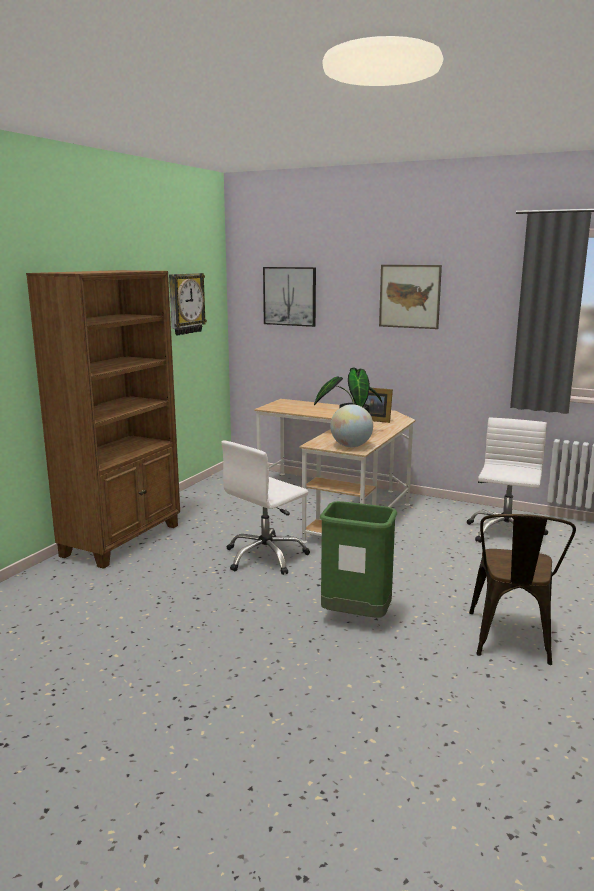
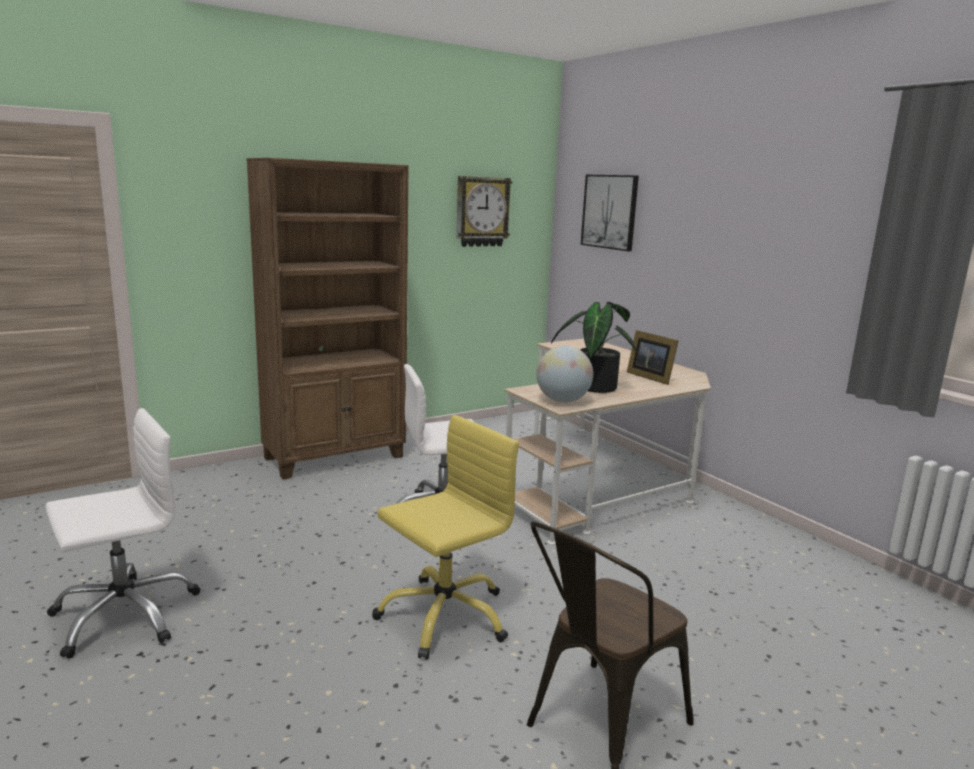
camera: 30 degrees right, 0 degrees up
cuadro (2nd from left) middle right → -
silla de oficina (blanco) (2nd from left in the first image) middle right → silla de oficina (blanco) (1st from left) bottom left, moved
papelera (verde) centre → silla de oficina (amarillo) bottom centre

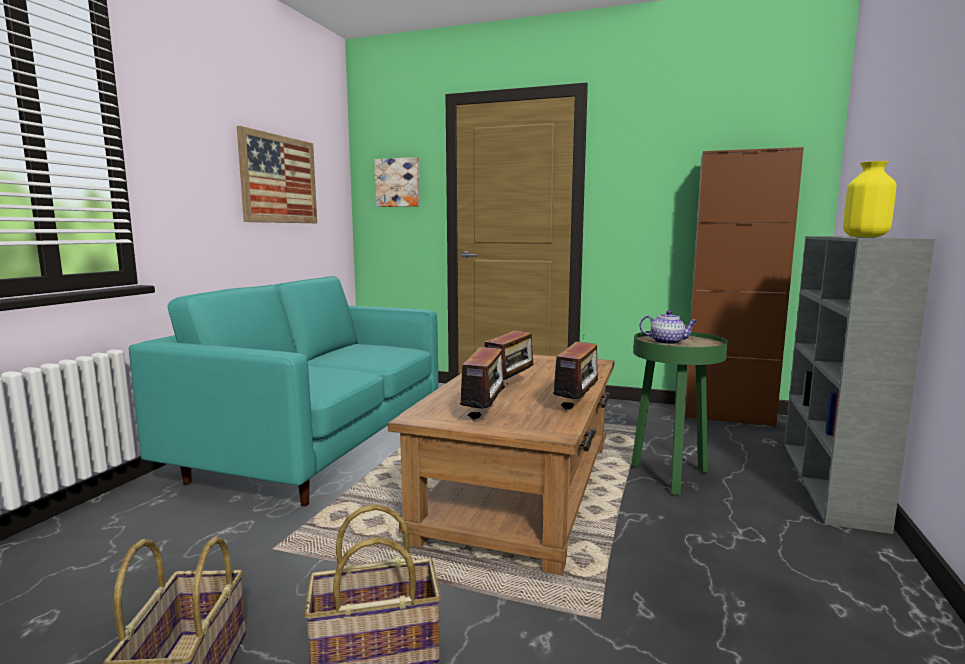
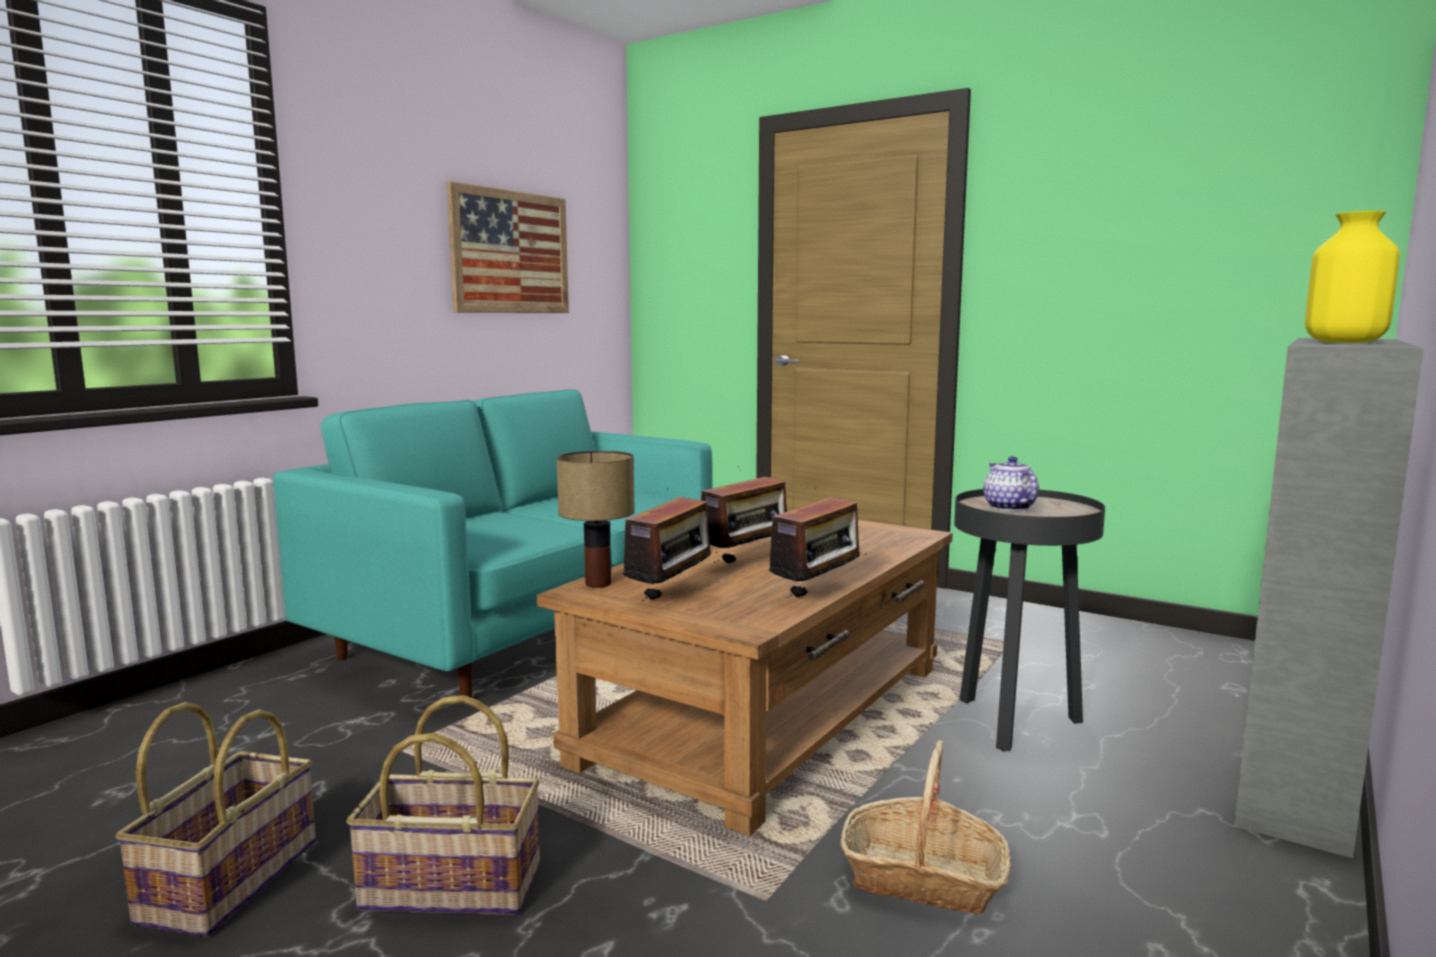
camera: 15 degrees right, 0 degrees up
cuadro (2nd from left) top centre → -
armario (marrón) middle right → -
- → lámpara de mesa centre
- → cesta (3rd from left) bottom centre
mesa auxiliar (verde) middle right → mesa auxiliar (negro) middle right
tetera middle right, 135 degrees counterclockwise

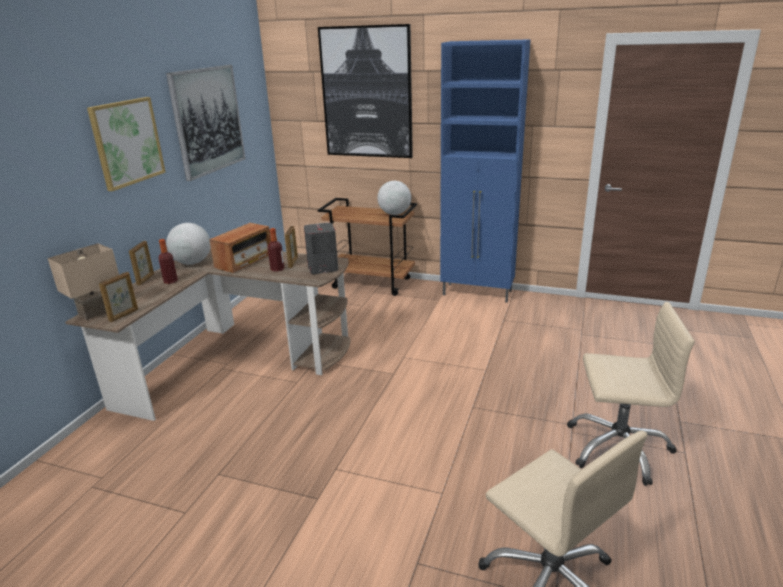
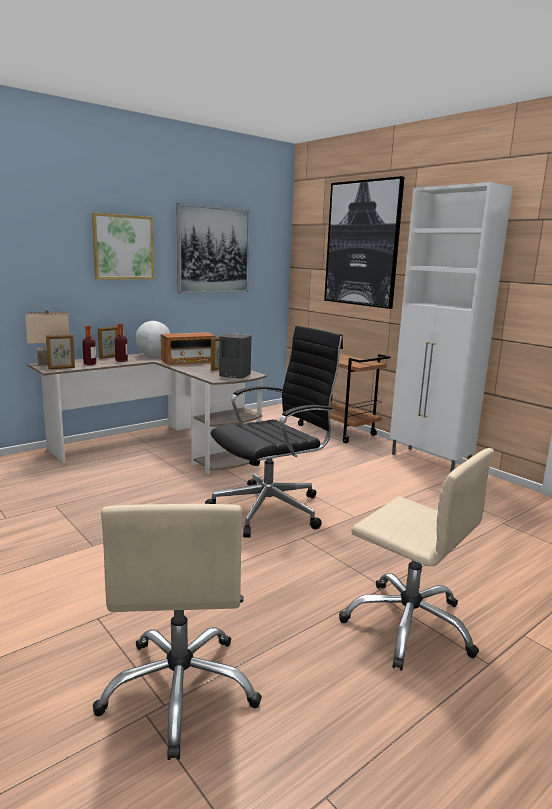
camera: 30 degrees right, 10 degrees down
globo terráqueo (2nd from left) centre → -
- → silla de oficina (negro) centre
botella (2nd from left in the first image) centre → botella (1st from left) middle left, moved
armario (azul) top centre → armario (blanco) middle right

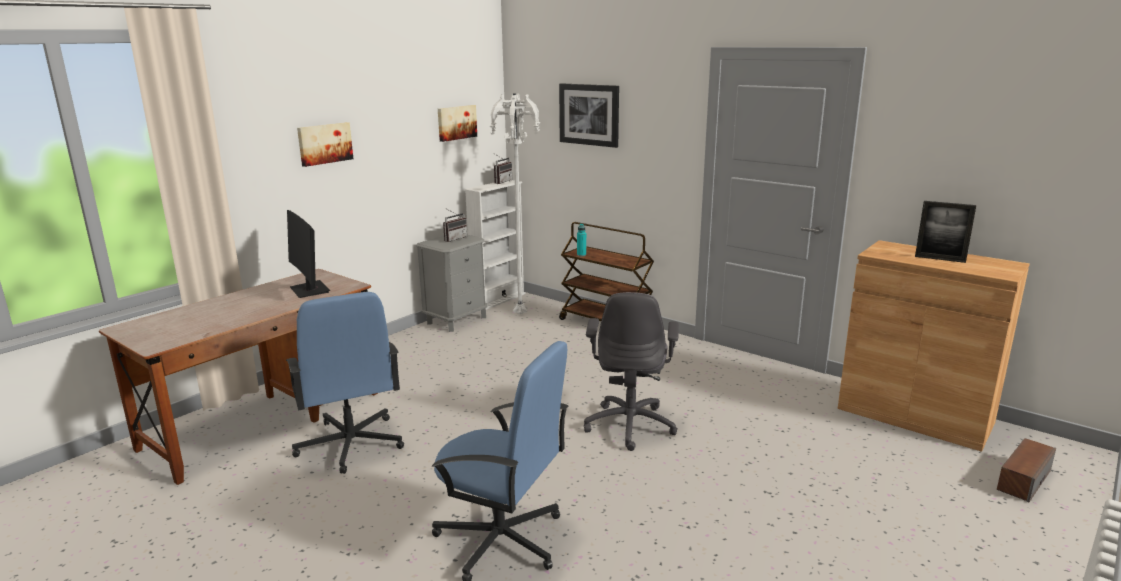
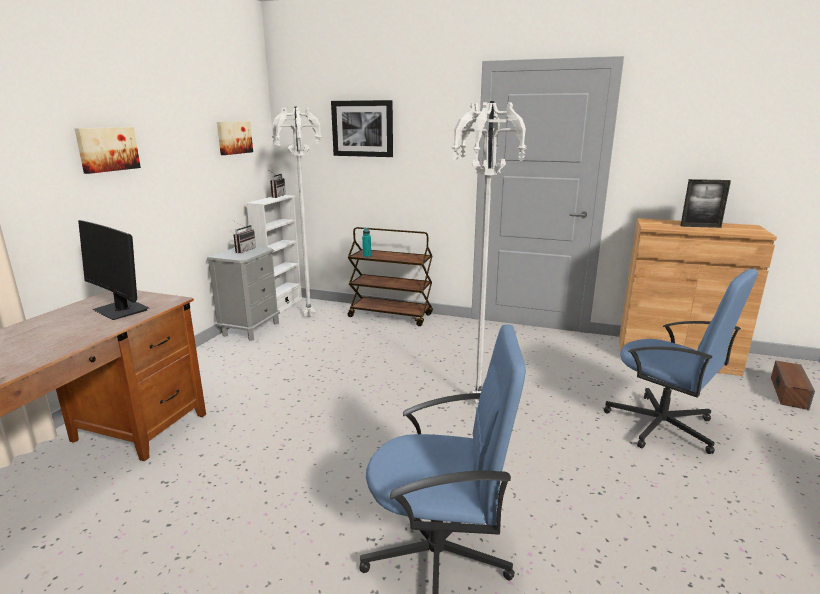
camera: 20 degrees left, 0 degrees up
silla de oficina (azul) (1st from left in the first image) middle left → silla de oficina (azul) (2nd from left) middle right, moved
silla de oficina (gris) centre → lámpara de pie (blanco) (2nd from left) centre

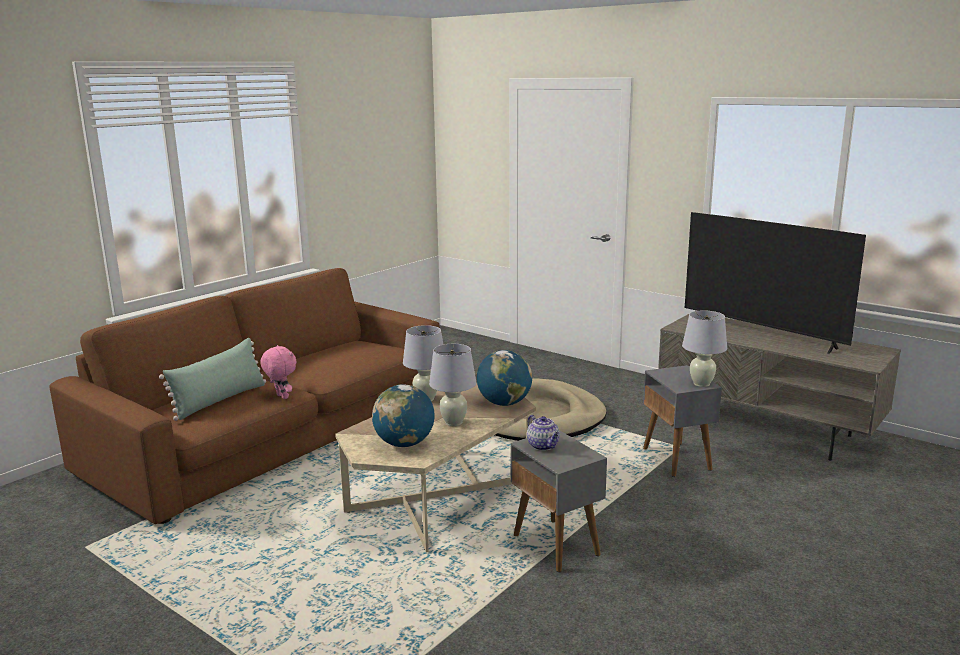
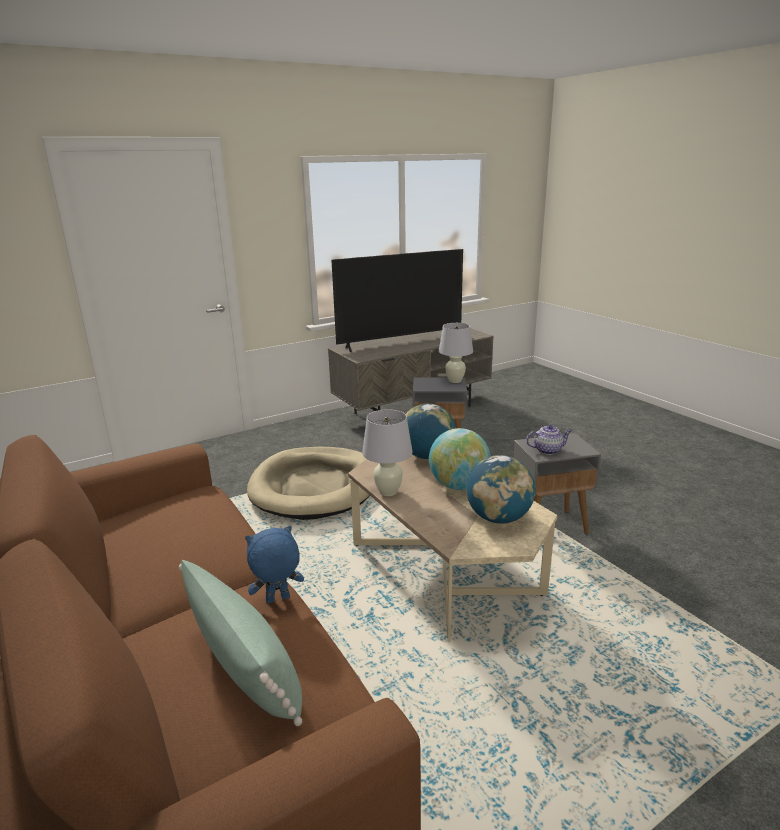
camera: 70 degrees left, 5 degrees up
lámpara de mesa (blanco) (2nd from left) centre → globo terráqueo (2nd from left) centre
peluche (rosa) middle left → peluche (azul) bottom centre

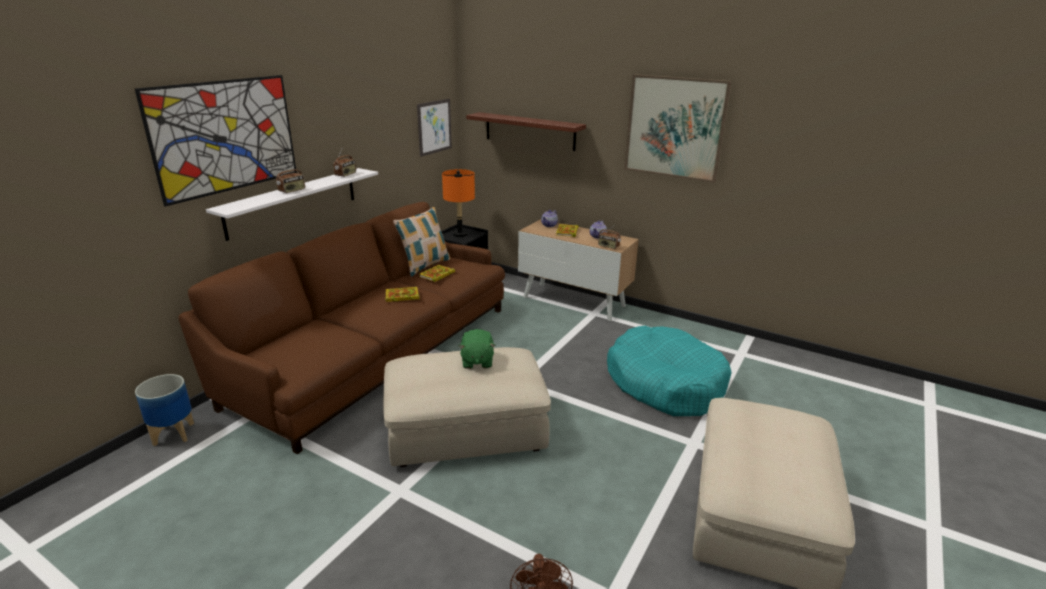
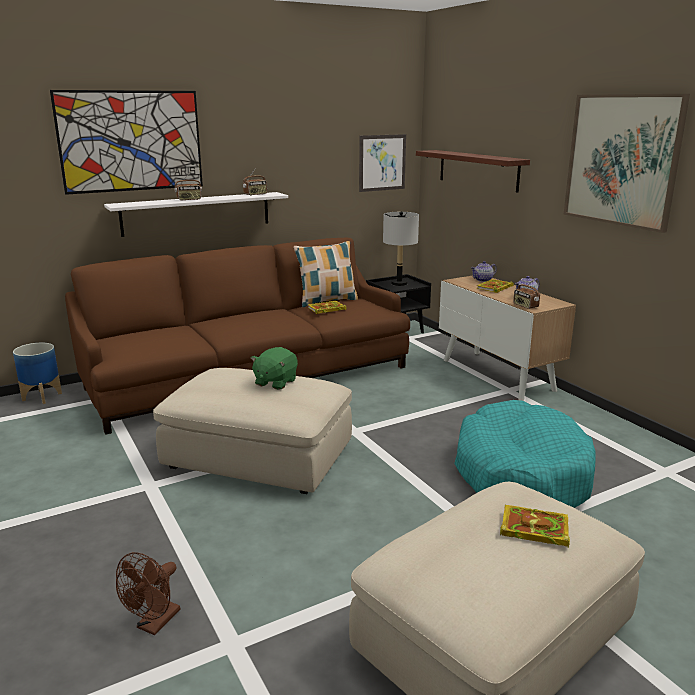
camera: 30 degrees right, 5 degrees down
libro (1st from left in the first image) centre → libro (3rd from left) bottom right, moved
lámpara de mesa (naranja) centre → lámpara de mesa (gris) centre

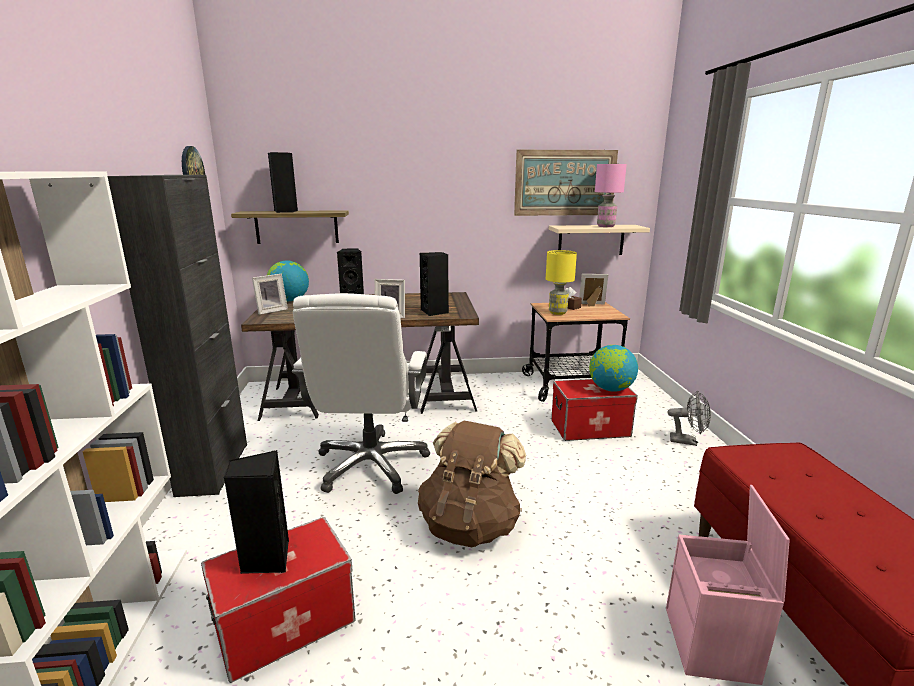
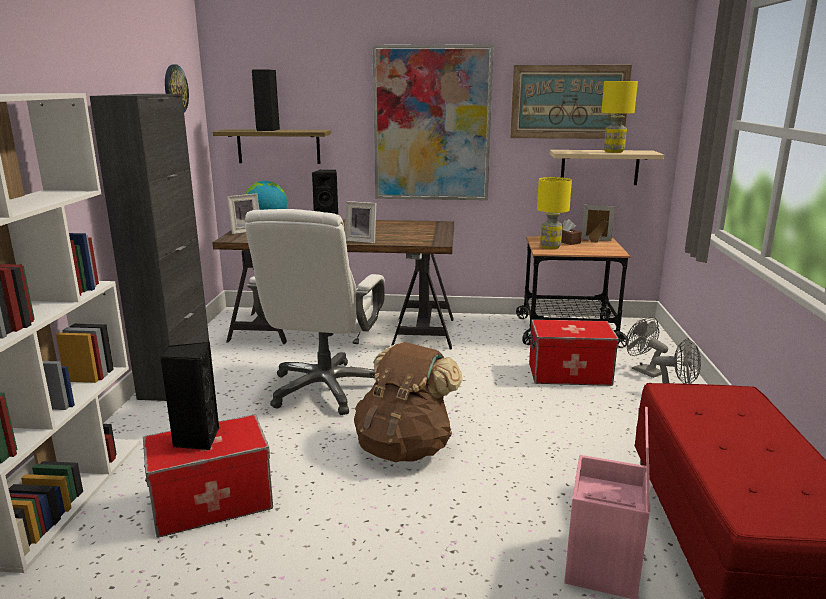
camera: 10 degrees right, 0 degrees up
altavoz (negro) (4th from left) centre → -
globo terráqueo (2nd from left) middle right → -
- → cuadro (1st from left) top centre
- → ventilador (gris) (1st from left) middle right
lámpara de mesa (rosa) top right → lámpara de mesa (amarillo) (2nd from left) top right

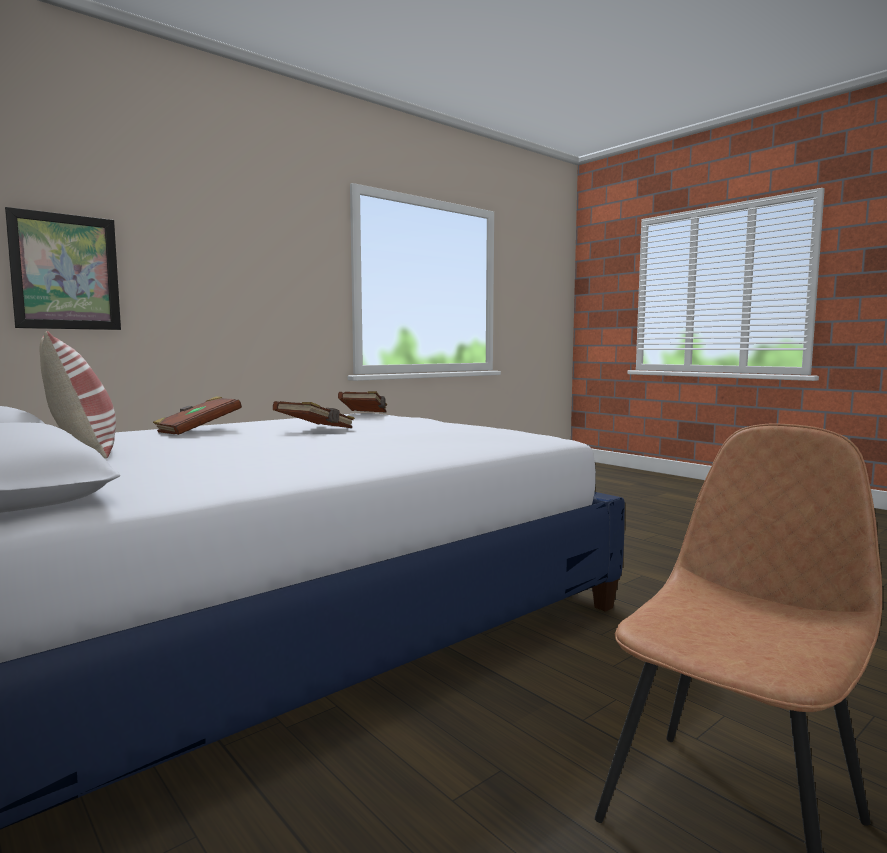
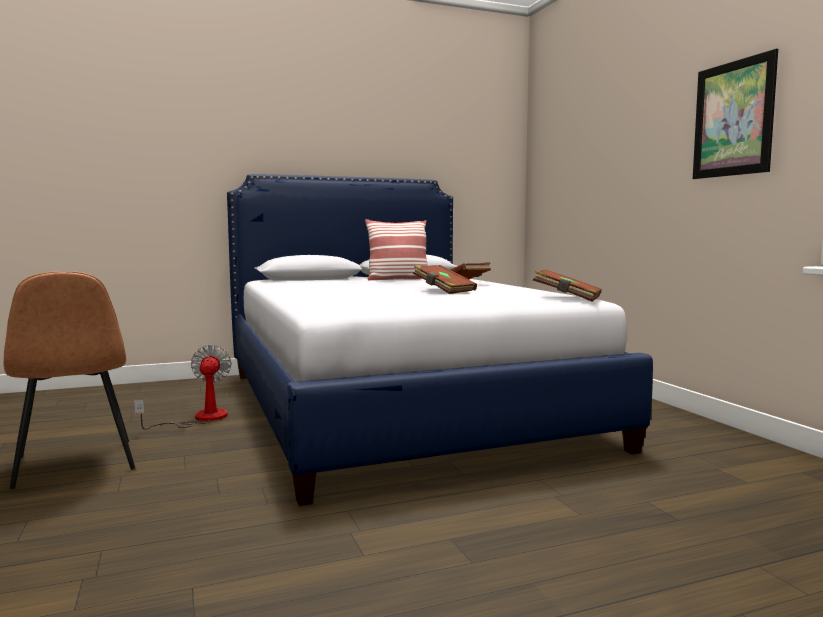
camera: 110 degrees right, 0 degrees up
- → ventilador middle left
cuadro top left → cuadro top right, moved

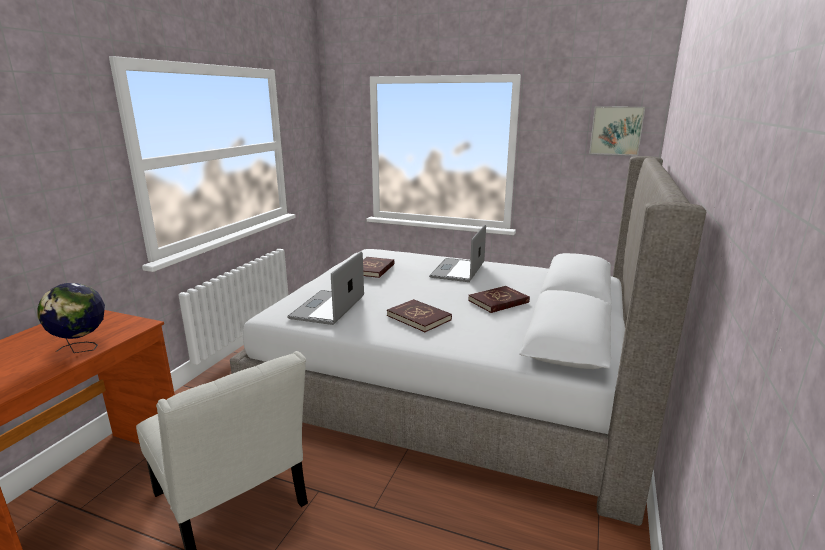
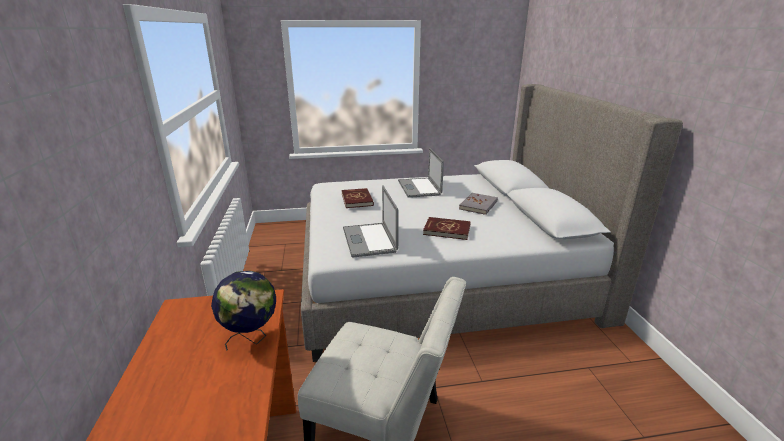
camera: 30 degrees left, 5 degrees up
cuadro top right → -
libro (rojo) (3rd from left) centre → libro (gris) centre

